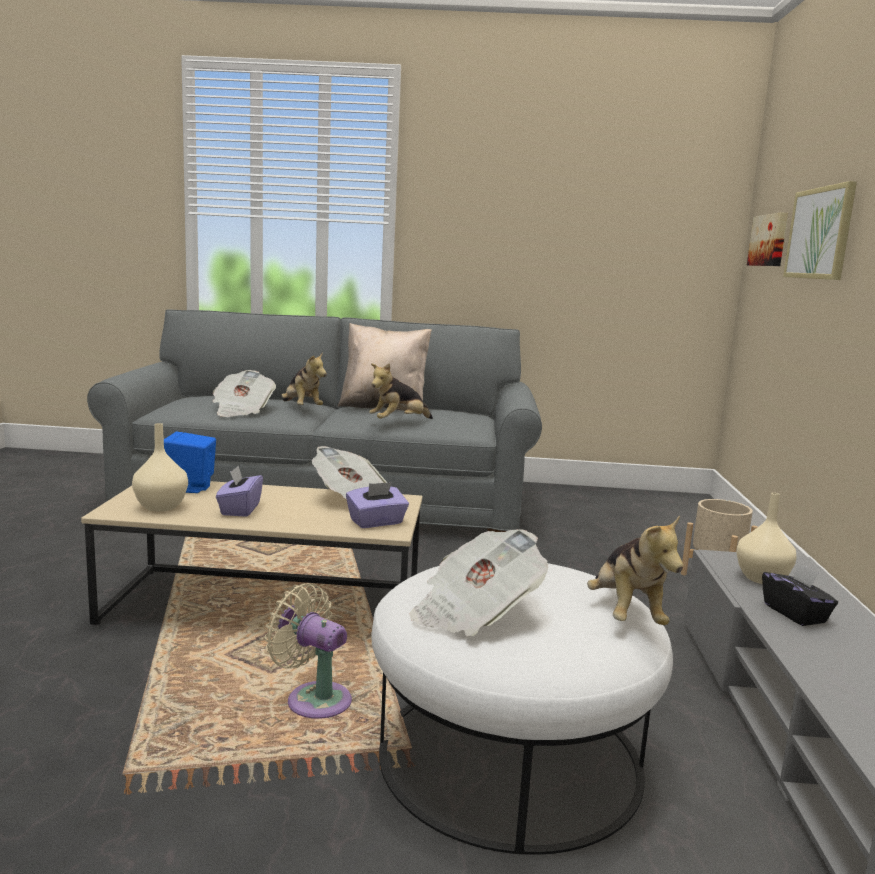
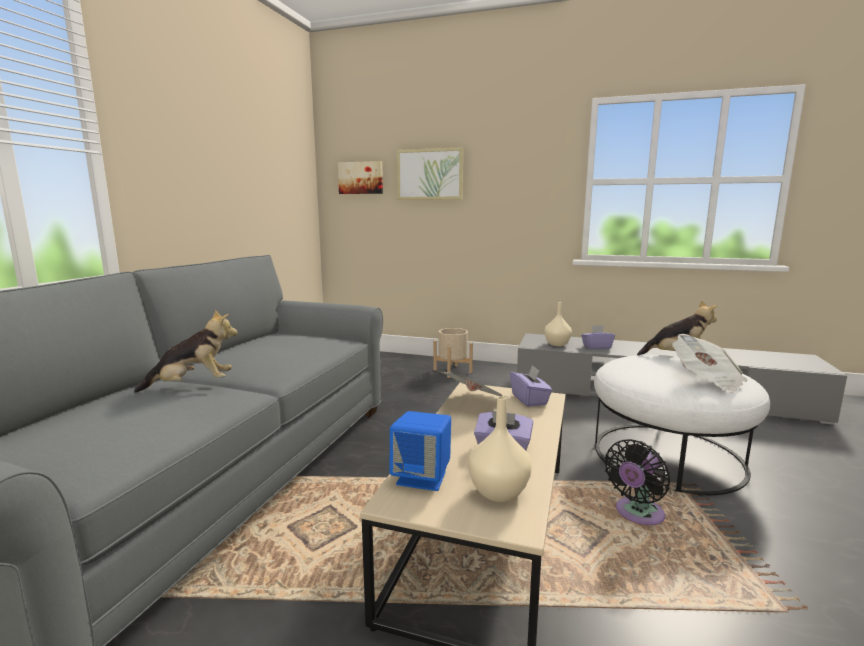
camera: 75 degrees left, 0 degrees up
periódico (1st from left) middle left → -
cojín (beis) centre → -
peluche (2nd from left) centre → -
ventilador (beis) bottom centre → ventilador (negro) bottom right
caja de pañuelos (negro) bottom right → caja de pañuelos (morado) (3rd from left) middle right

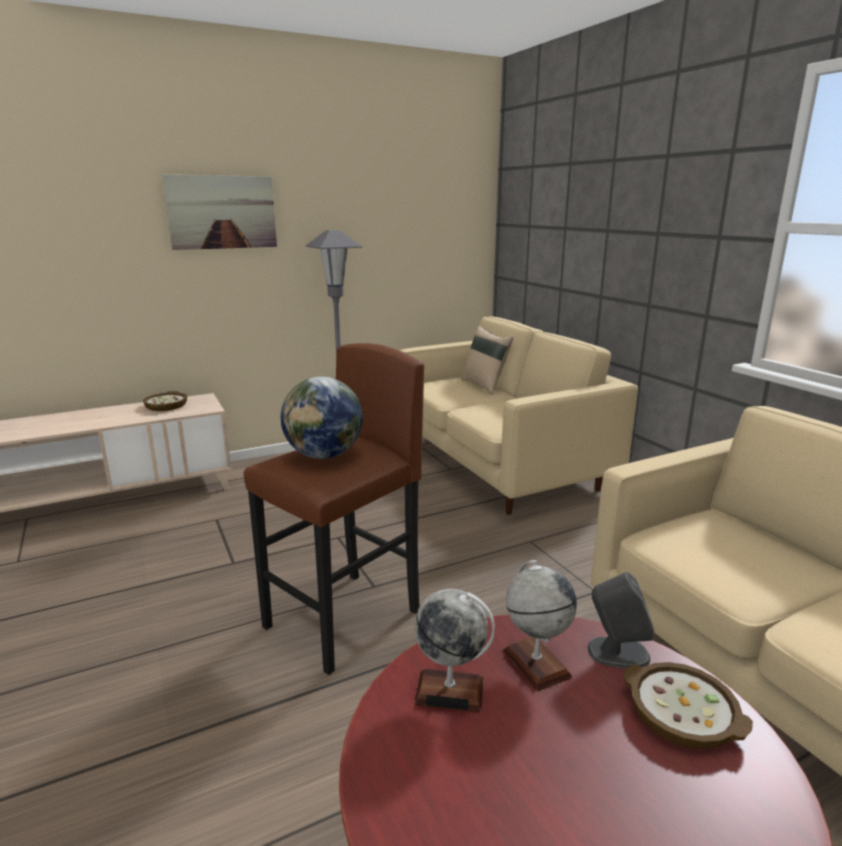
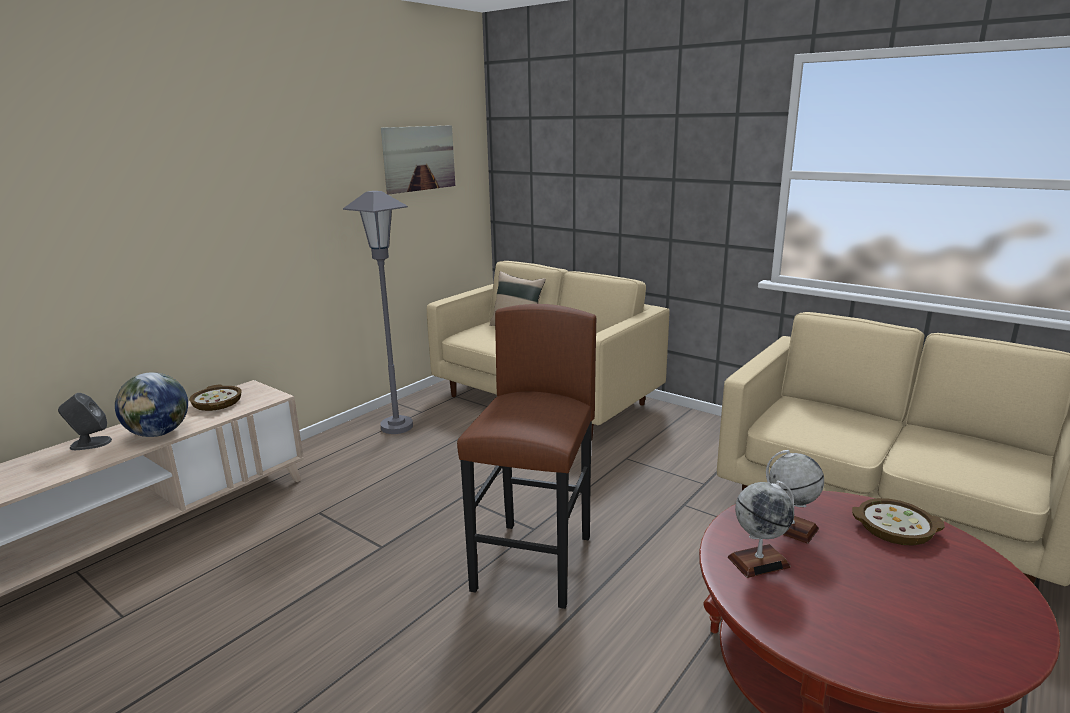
camera: 25 degrees left, 0 degrees up
cuadro top left → cuadro top centre, moved
globo terráqueo (1st from left) centre → globo terráqueo (1st from left) middle left, moved
altavoz (gris) bottom right → altavoz (gris) middle left, moved

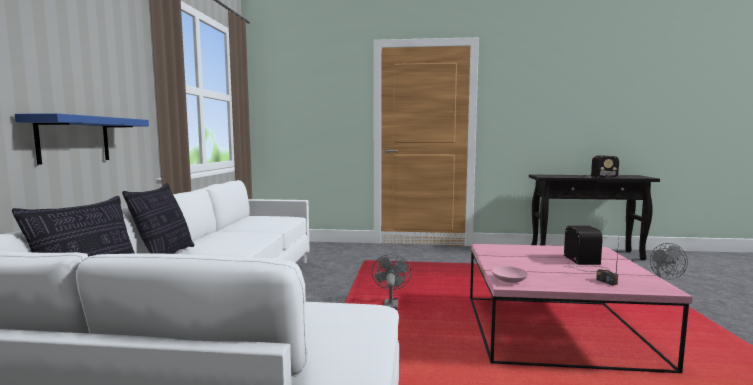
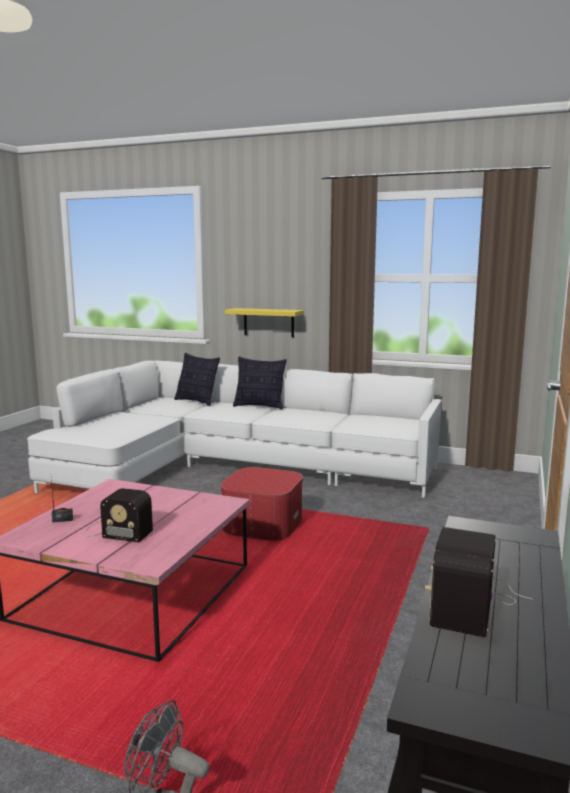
camera: 105 degrees right, 5 degrees up
cuenco (rosa) bottom right → -
ventilador (gris) (1st from left) bottom centre → puf centre
estante (azul) middle left → estante (amarillo) centre

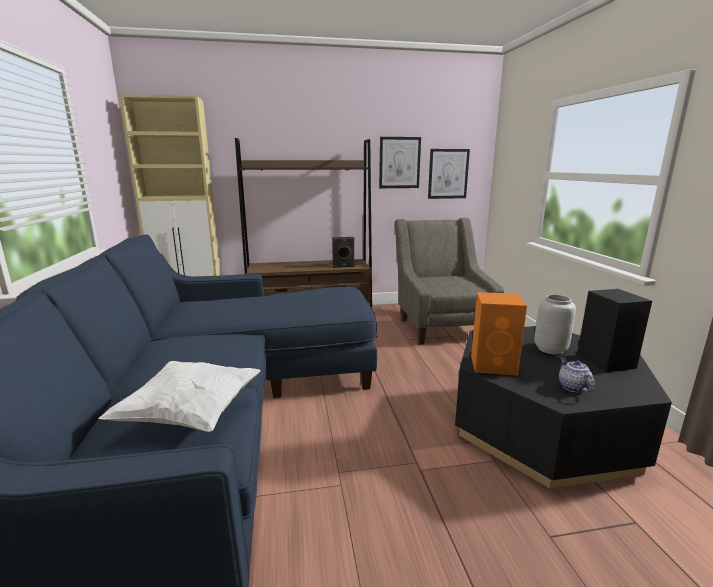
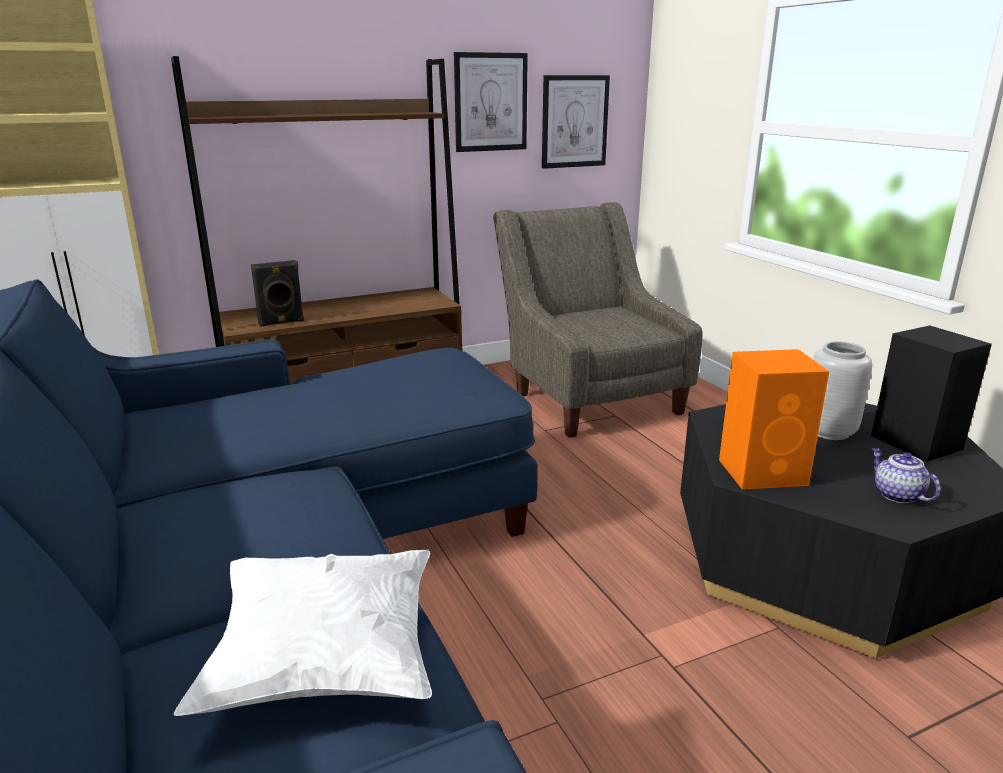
camera: 15 degrees left, 5 degrees up
altavoz (negro) (1st from left) centre → altavoz (negro) (1st from left) middle left, moved

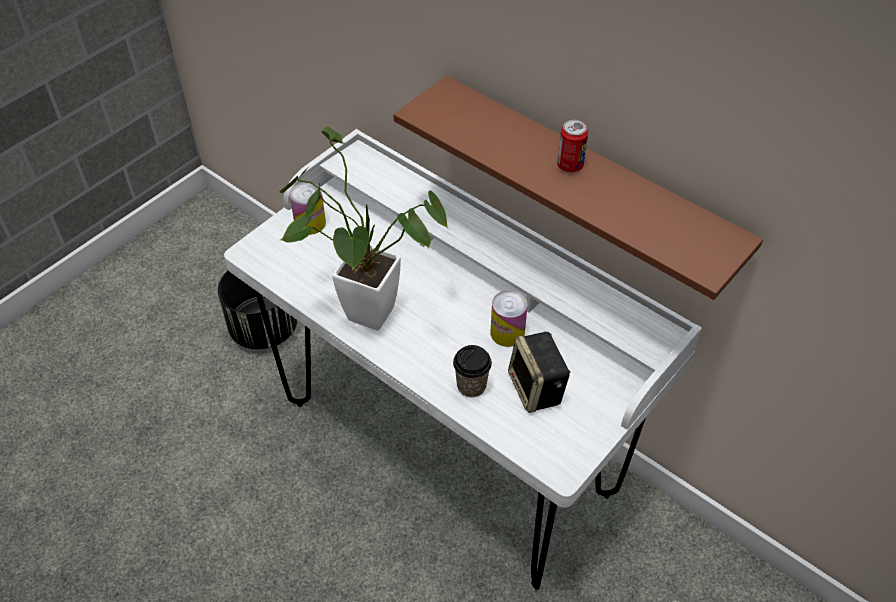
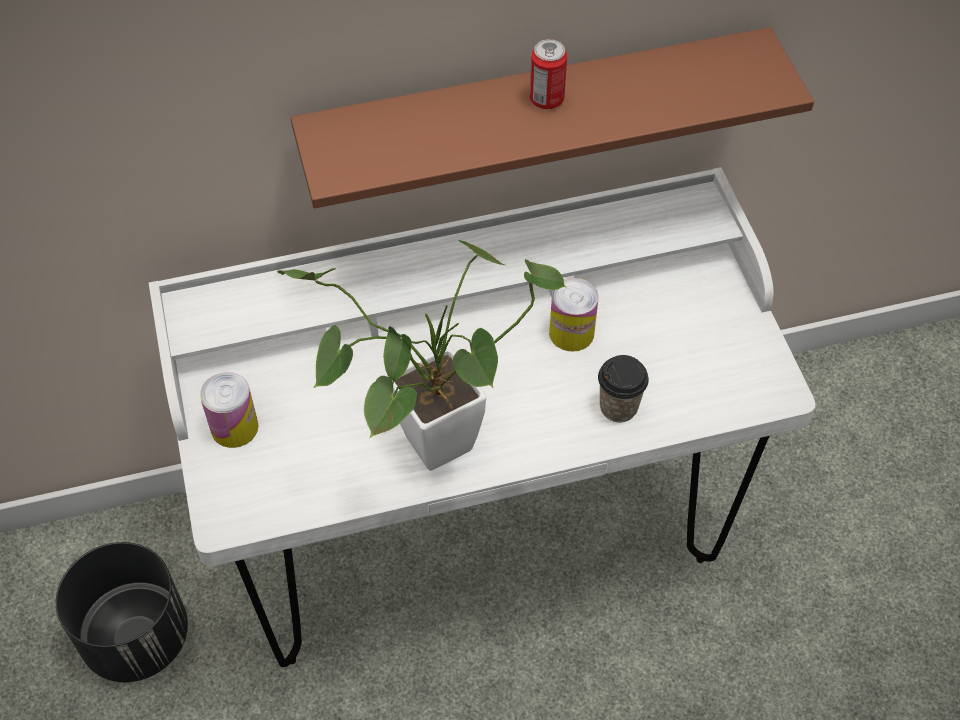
camera: 55 degrees left, 5 degrees up
altavoz centre → -

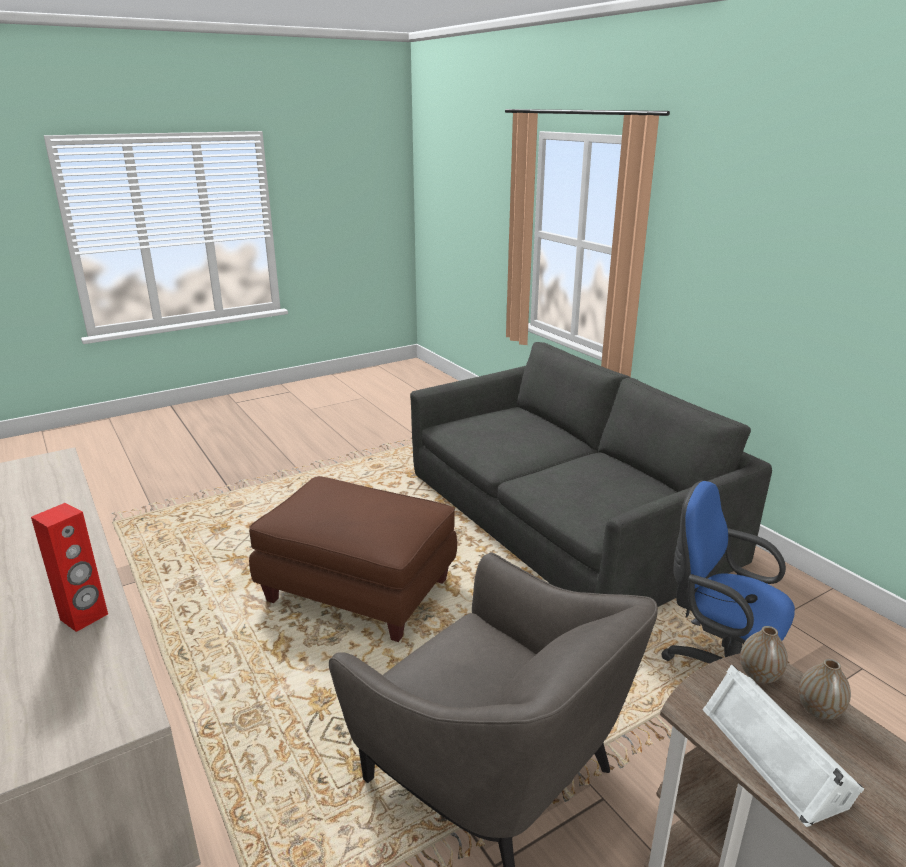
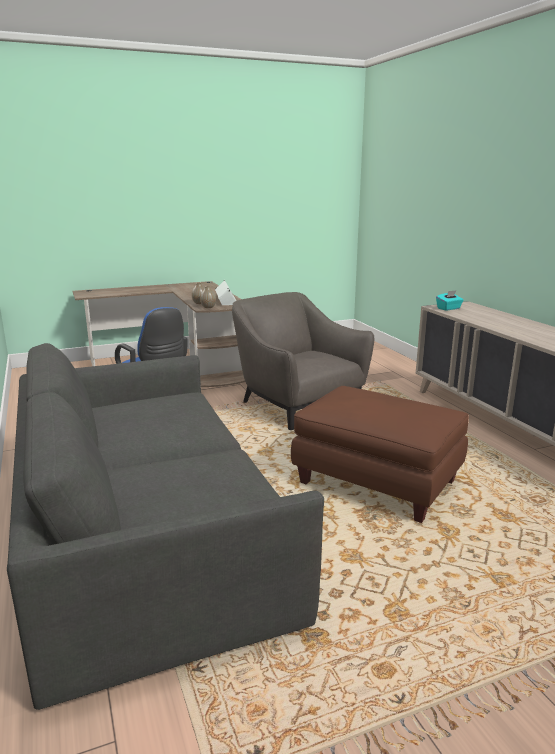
camera: 170 degrees left, 5 degrees down
altavoz (rojo) middle left → -
- → caja de pañuelos (turquesa) middle right

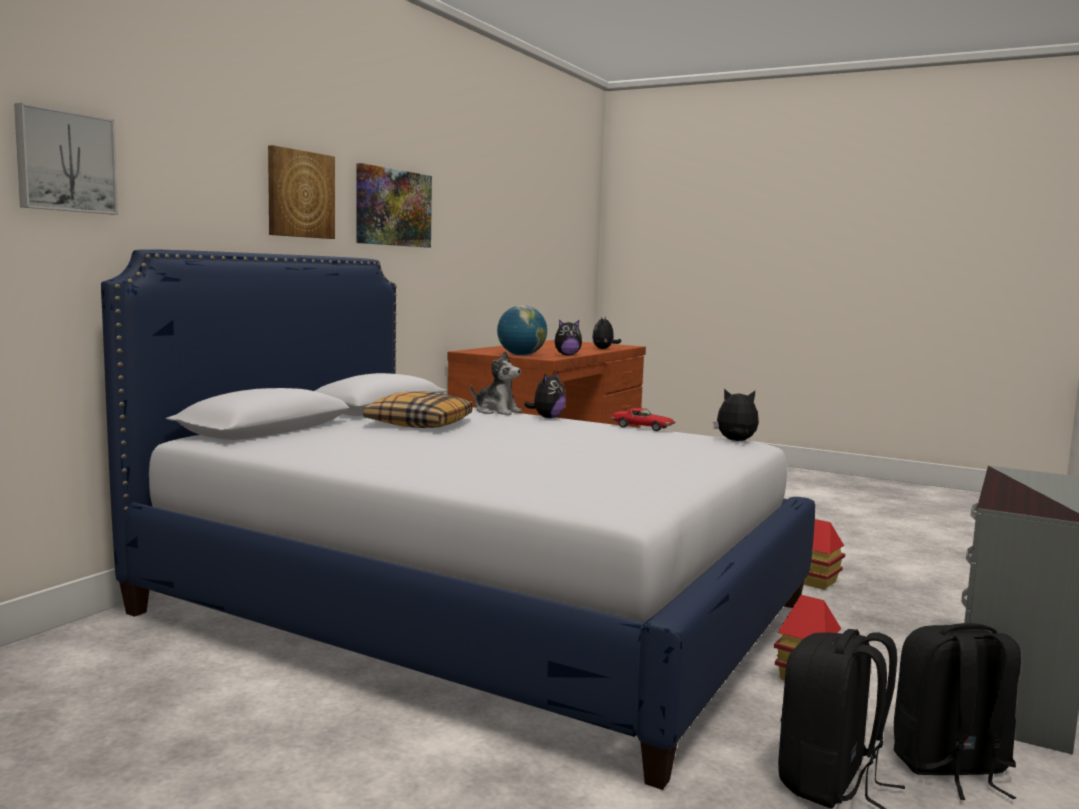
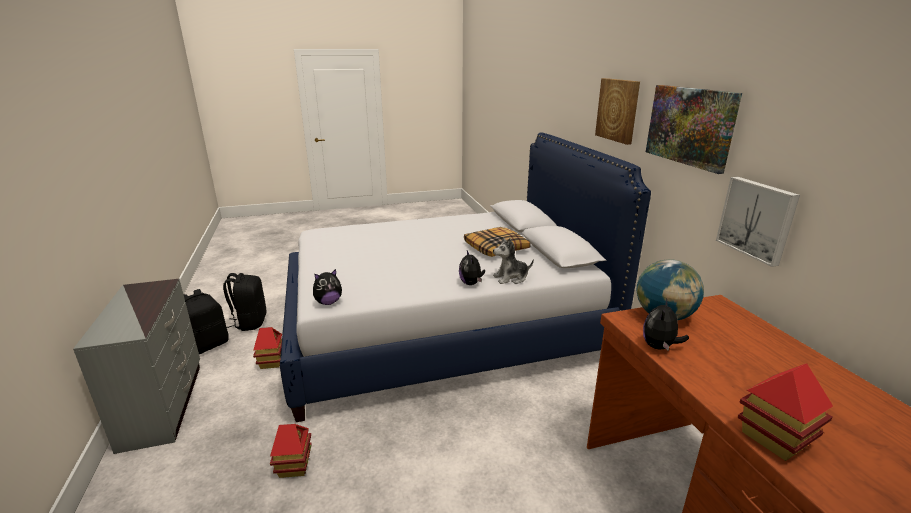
camera: 135 degrees right, 15 degrees up
coche de juguete centre → -
cuadro (1st from left in the first image) top left → cuadro (3rd from left) middle right, moved
peluche (4th from left) centre → casita (3rd from left) bottom right

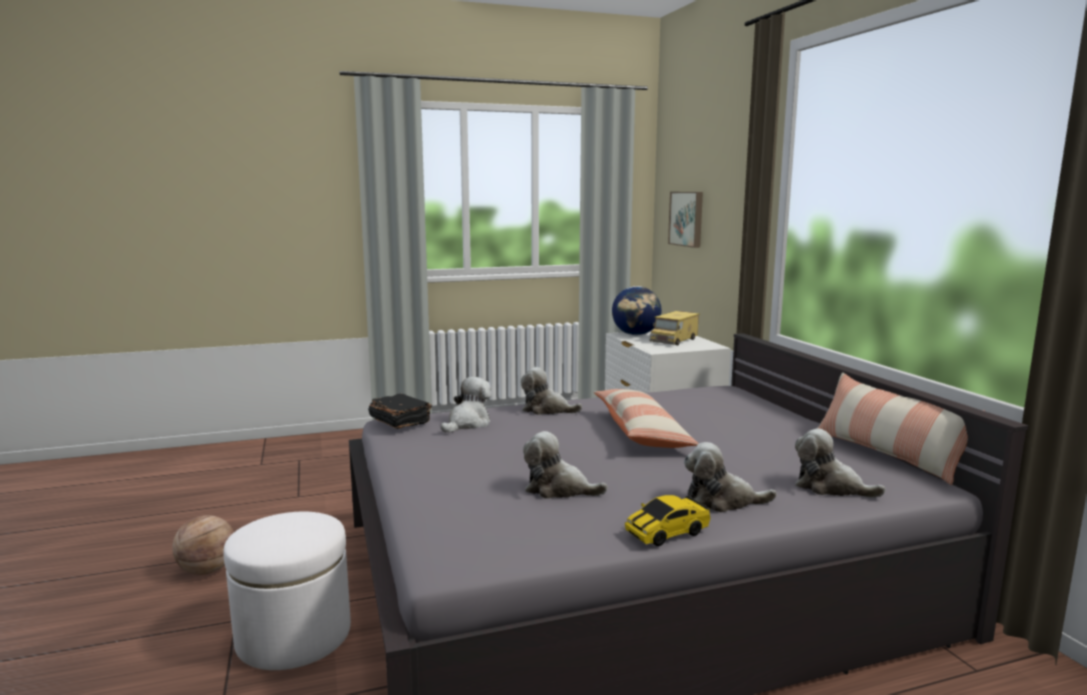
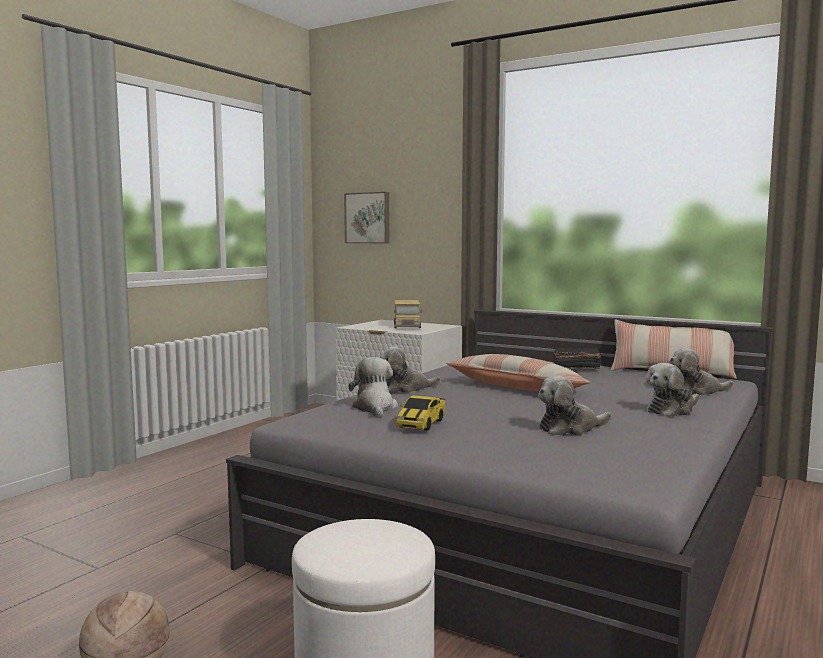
camera: 40 degrees left, 5 degrees down
globo terráqueo centre → -
libro (negro) centre → libro (negro) middle right, moved
coche de juguete bottom centre → coche de juguete centre, moved

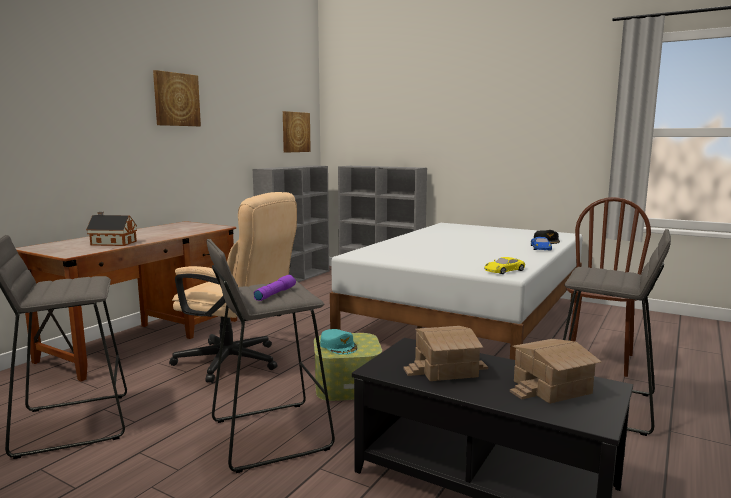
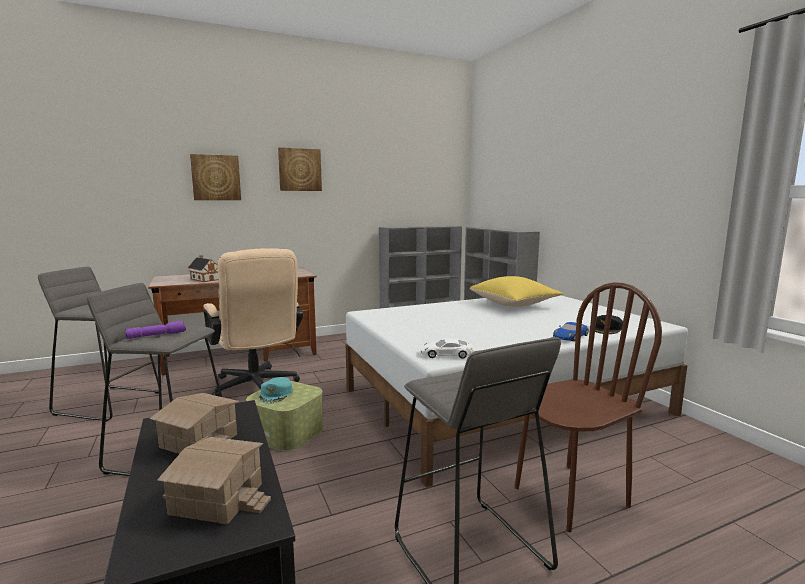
camera: 35 degrees right, 0 degrees up
- → cojín (amarillo) centre
cuadro (2nd from left in the first image) top centre → cuadro (1st from left) top left, moved
coche de juguete (amarillo) middle right → coche de juguete (blanco) centre

